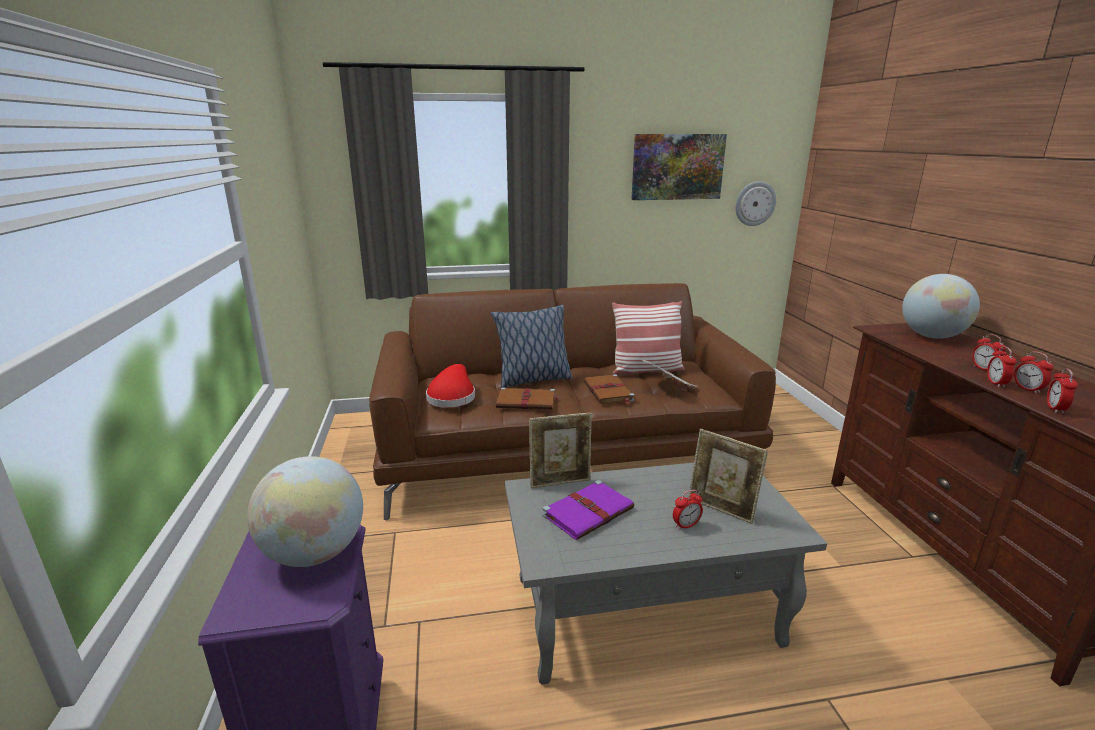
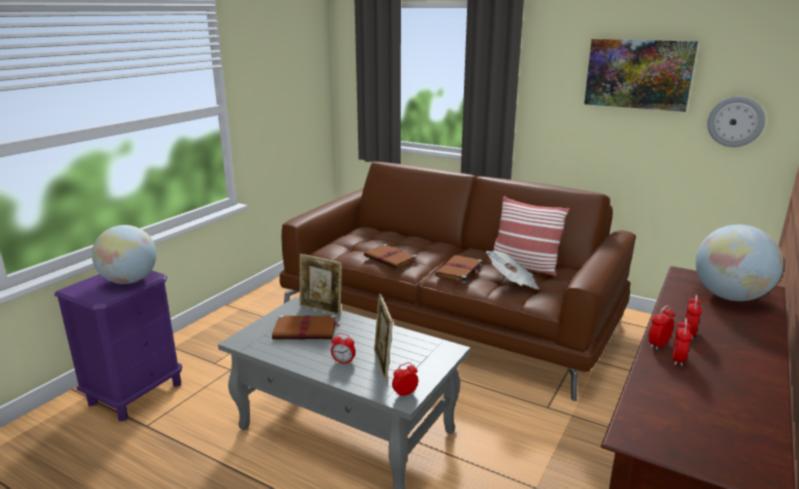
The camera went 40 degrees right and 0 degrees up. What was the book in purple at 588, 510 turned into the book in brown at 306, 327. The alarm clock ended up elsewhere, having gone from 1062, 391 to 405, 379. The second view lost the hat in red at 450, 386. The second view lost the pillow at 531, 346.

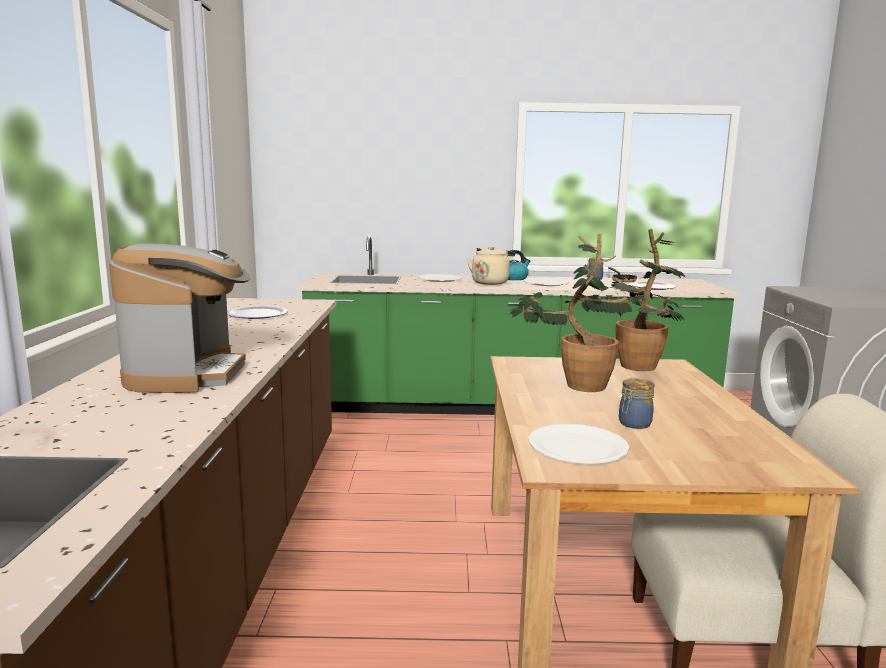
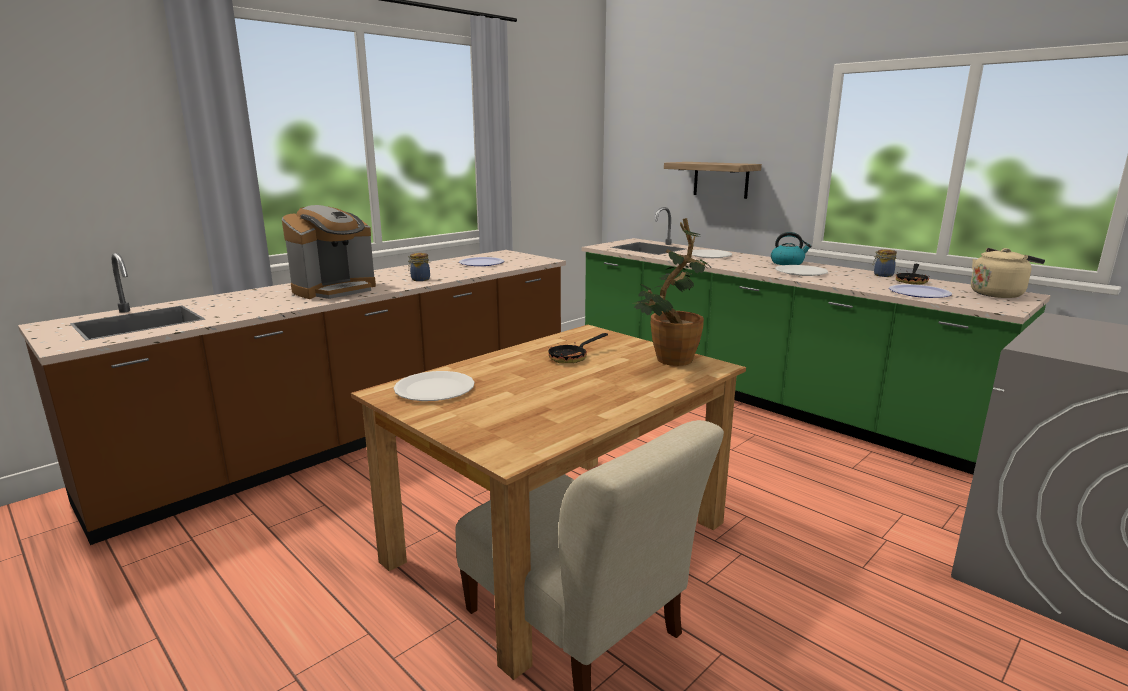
The camera went 45 degrees right and 5 degrees up. The jar ended up elsewhere, having gone from 636, 403 to 419, 267. Where the potted plant stood at 576, 313, the frying pan came to stand at 578, 348. The second view gained the shelf at 713, 180. The kettle in beige ended up elsewhere, having gone from 491, 266 to 1008, 273.

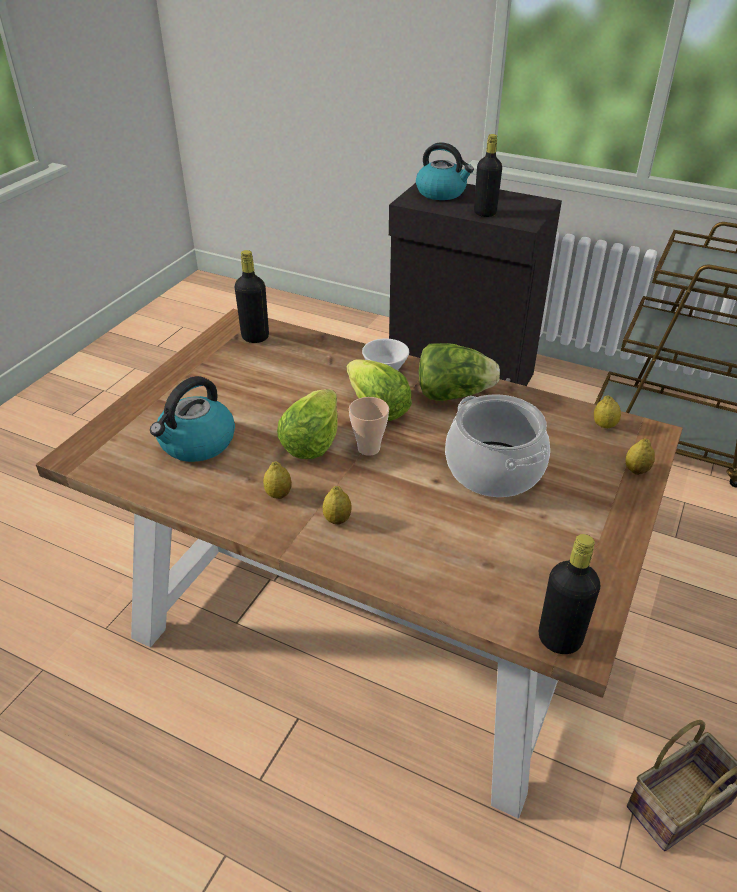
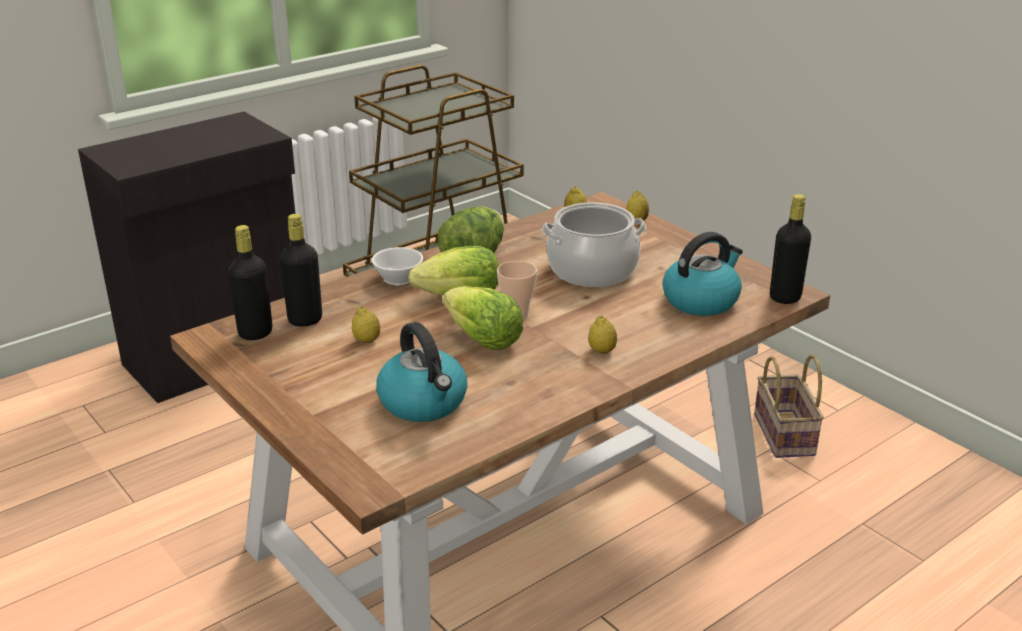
The camera went 65 degrees left and 10 degrees down. The bottle in black ended up elsewhere, having gone from 488, 175 to 301, 270. The lemon ended up elsewhere, having gone from 277, 480 to 366, 324. The kettle ended up elsewhere, having gone from 445, 171 to 702, 274.

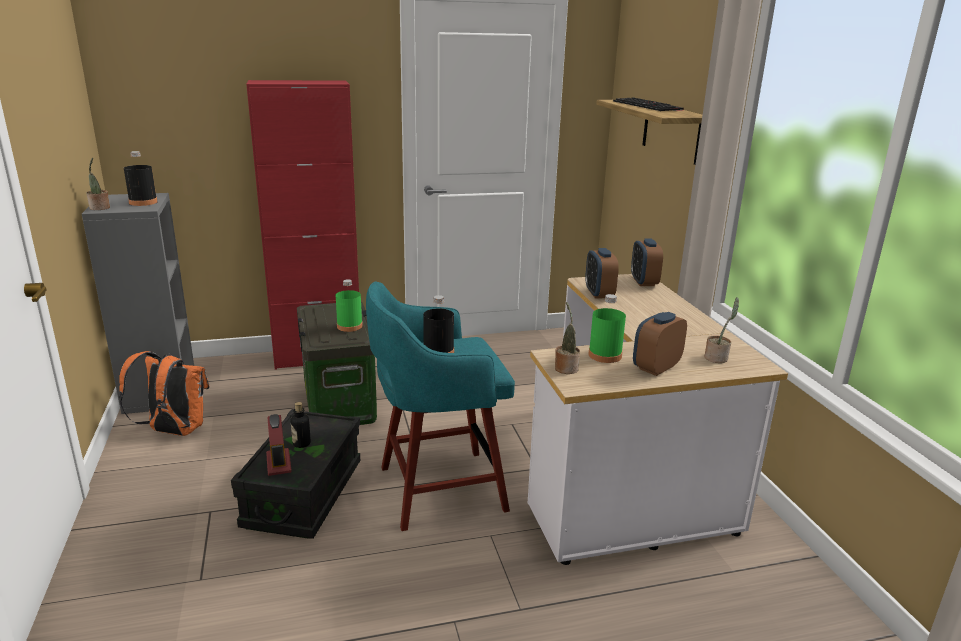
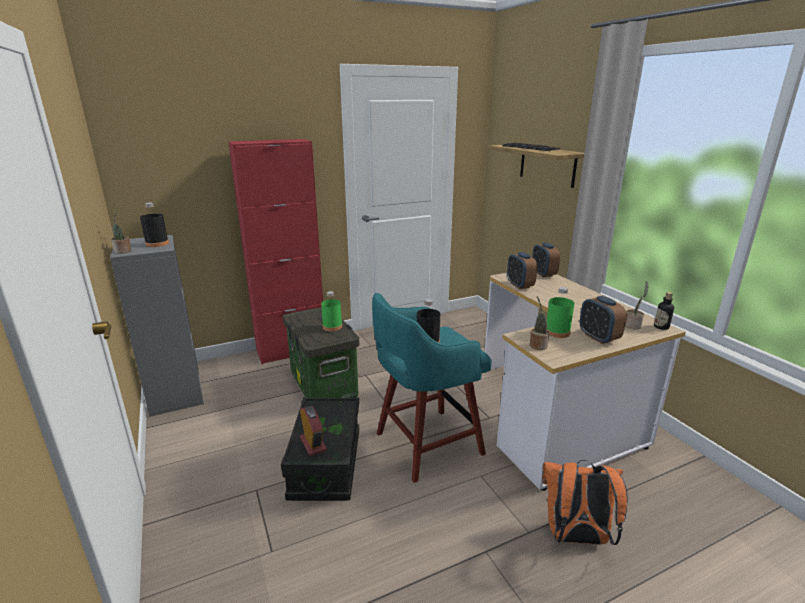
The camera went 10 degrees left and 0 degrees up. The backpack in orange ended up elsewhere, having gone from 164, 393 to 585, 502. The alarm clock at 660, 344 ended up facing another way, 60 degrees counterclockwise from before. The bottle ended up elsewhere, having gone from 301, 425 to 664, 311.

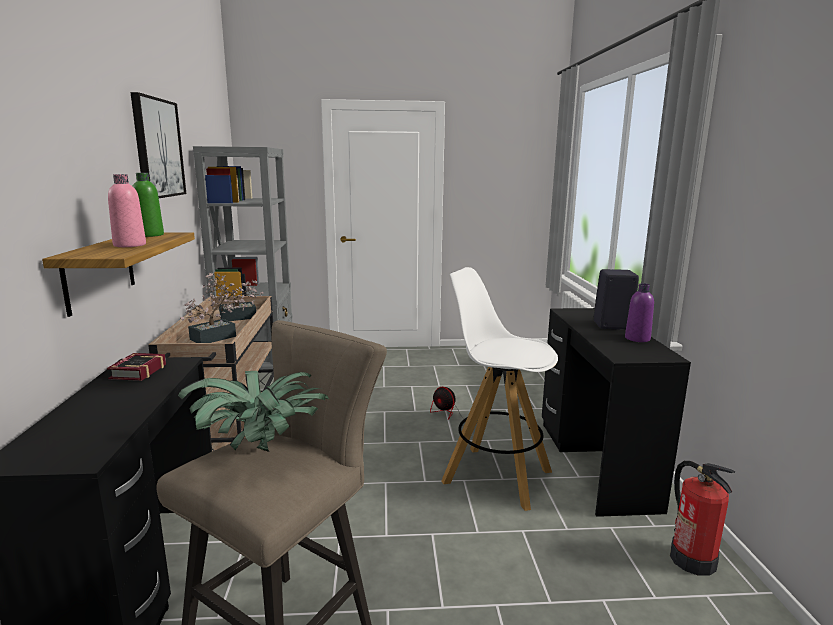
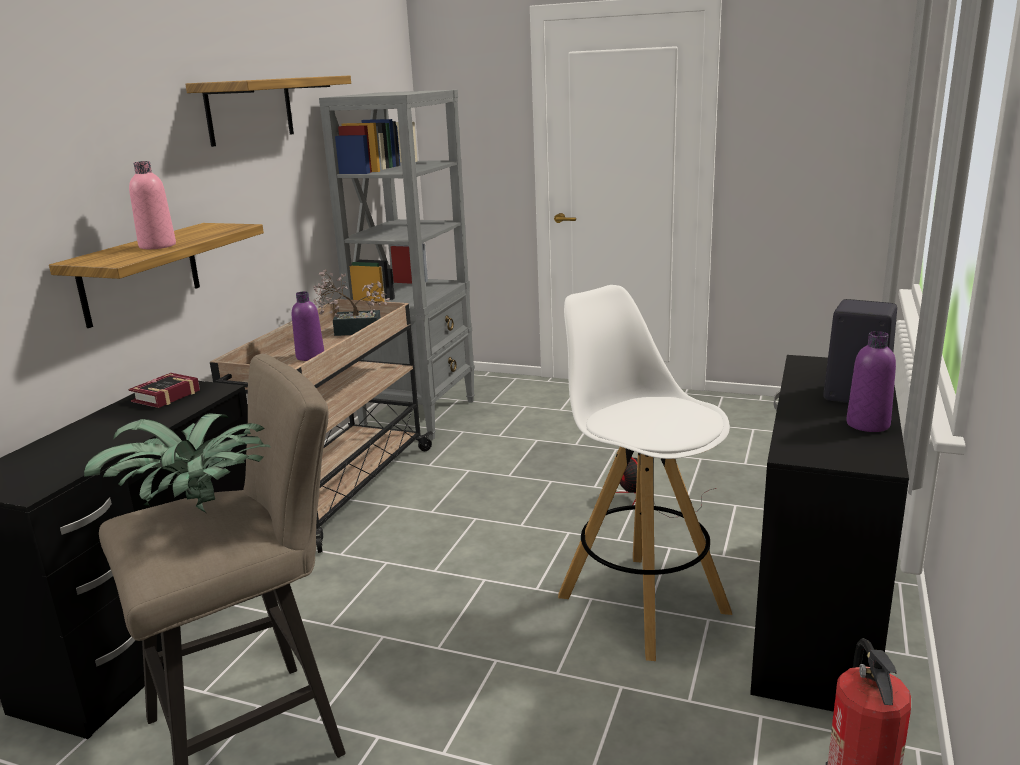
The camera went 25 degrees right and 5 degrees up. Where the picture hung at 158, 145, the shelf came to hang at 268, 111. Where the potted plant stood at 212, 313, the bottle in purple came to stand at 308, 326. The second view lost the bottle in green at 148, 205.

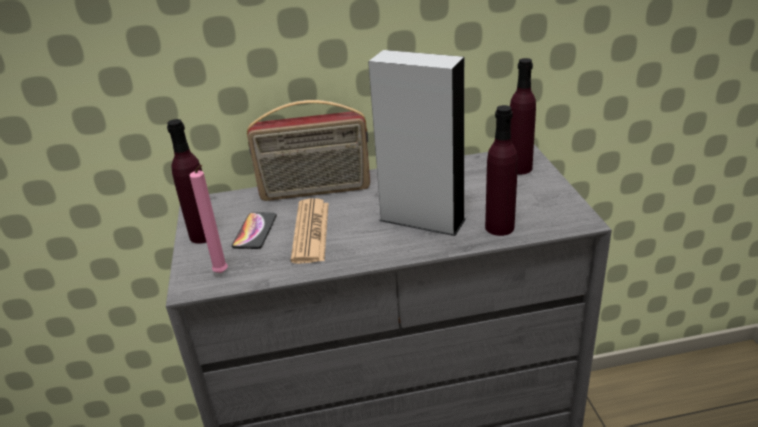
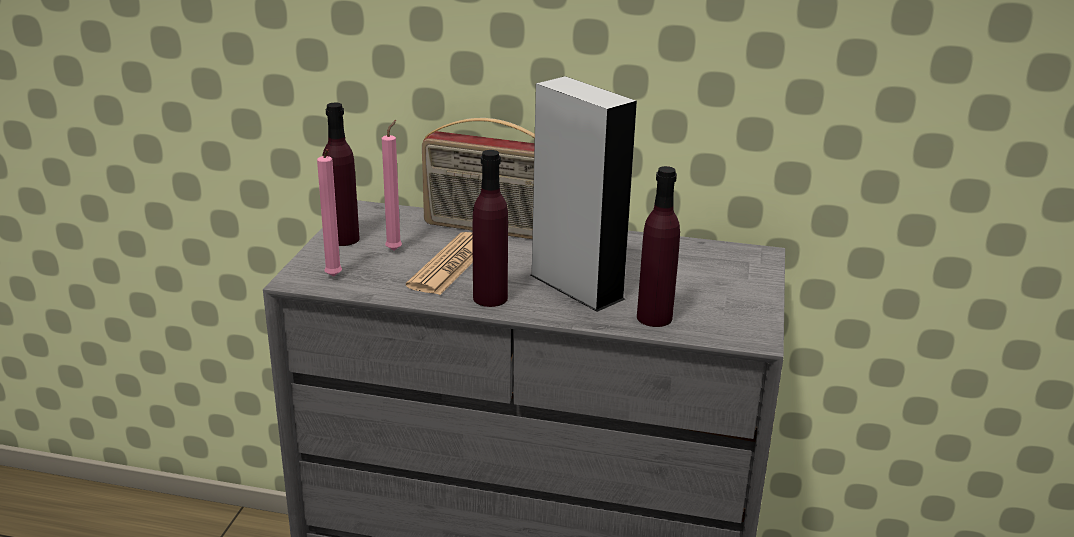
The camera went 20 degrees right and 5 degrees down. Where the phone stood at 254, 231, the candle in pink came to stand at 392, 185. The bottle in purple ended up elsewhere, having gone from 523, 116 to 490, 228.

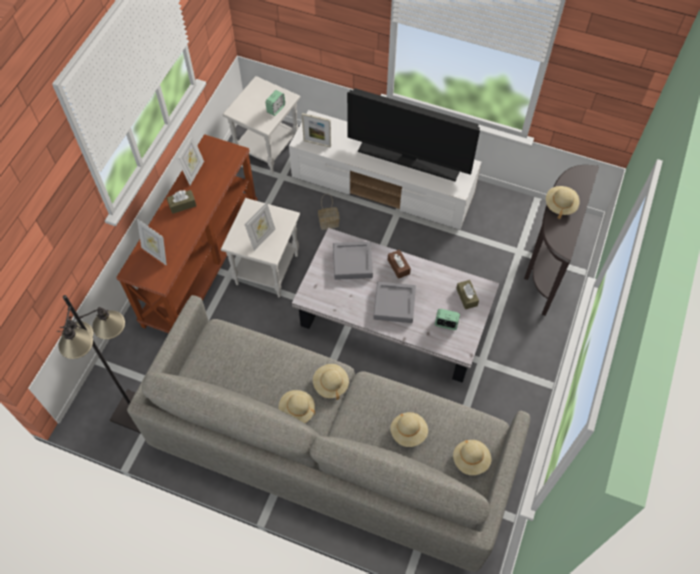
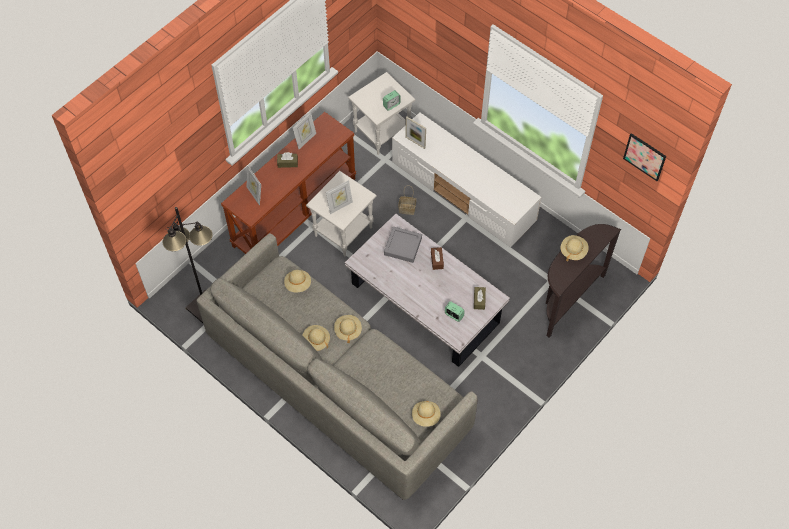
The camera went 20 degrees right and 0 degrees up. The hat in beige ended up elsewhere, having gone from 409, 429 to 297, 281. The second view gained the picture at 644, 157. The second view lost the television at 413, 135. The second view lost the tray in grey at 394, 302.

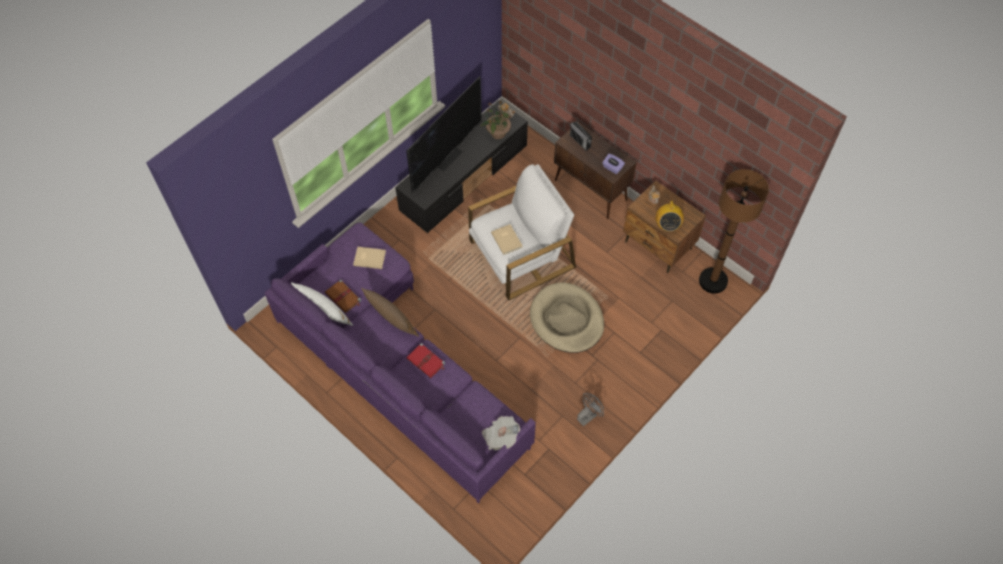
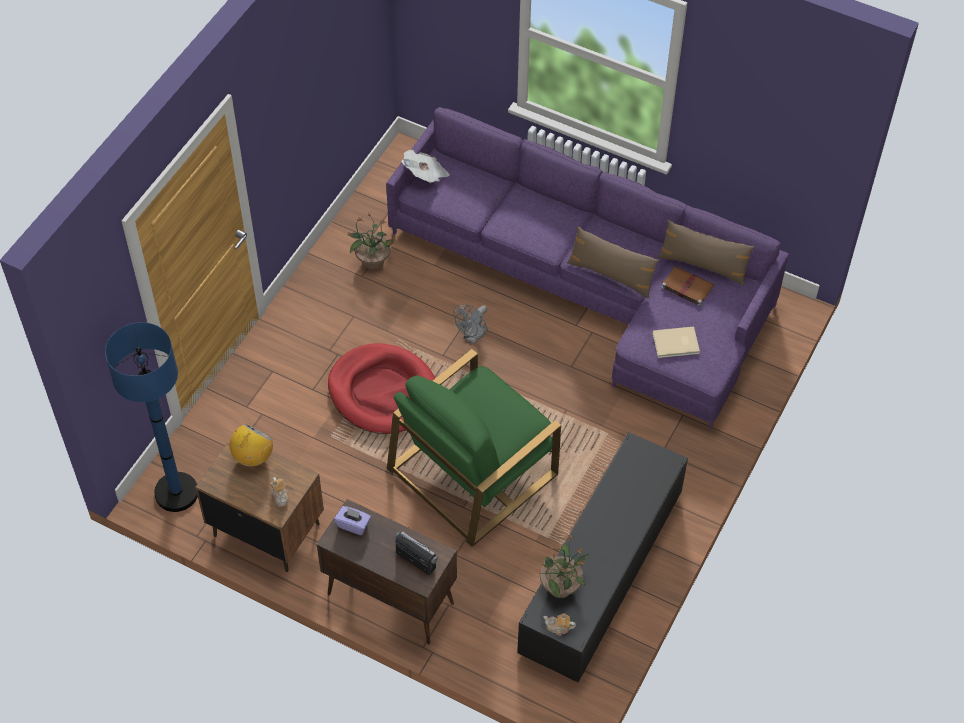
The camera went 165 degrees right and 5 degrees down. What was the floor lamp in brown at 734, 231 turned into the floor lamp in blue at 151, 417. The radio at 670, 216 ended up facing another way, 45 degrees clockwise from before. What was the dog bed in beige at 567, 317 turned into the dog bed in red at 381, 388. The second view gained the potted plant at 370, 241. What was the armchair in white at 522, 232 turned into the armchair in green at 474, 448. The fan in grey ended up elsewhere, having gone from 590, 409 to 471, 324. What was the pillow in white at 322, 304 turned into the pillow in brown at 706, 252. The second view lost the television at 444, 134. The second view lost the book in red at 426, 360. The second view lost the book in beige at 507, 239.

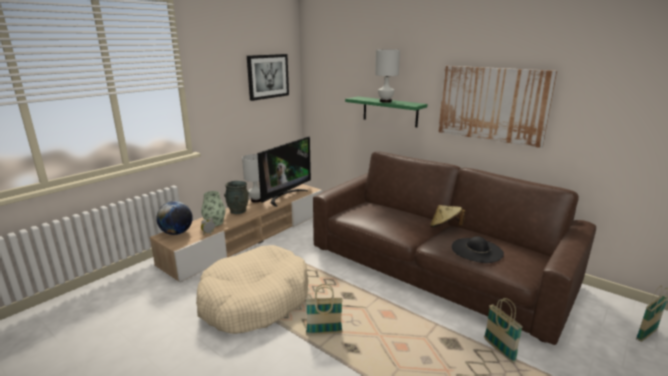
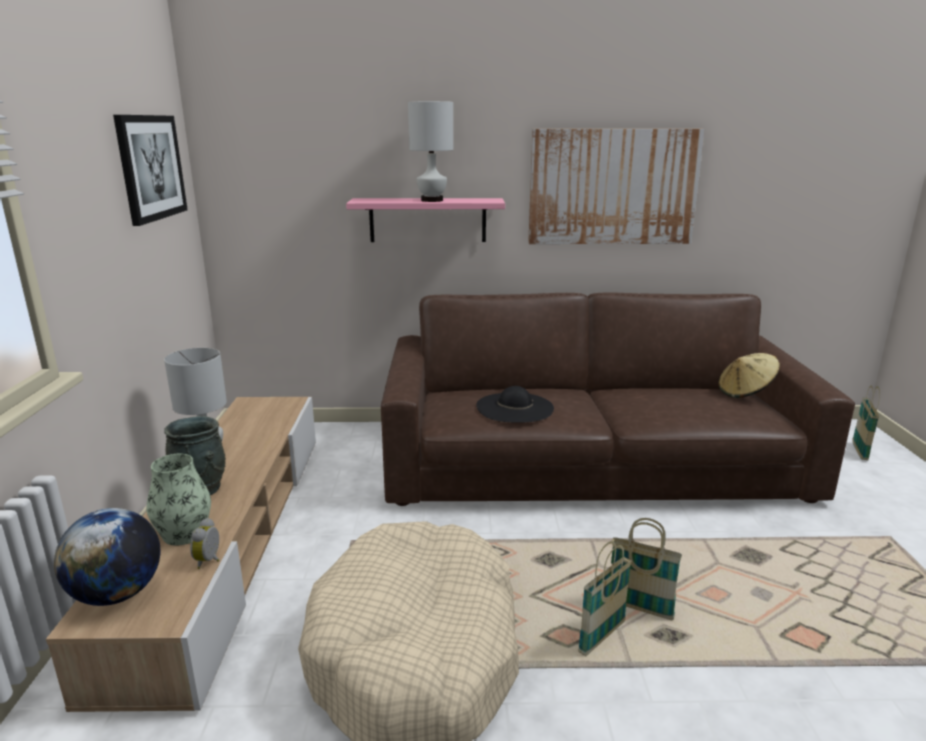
The camera went 40 degrees left and 0 degrees up. What was the shelf in green at 386, 111 turned into the shelf in pink at 425, 220. The hat in black ended up elsewhere, having gone from 478, 249 to 515, 404. The basket ended up elsewhere, having gone from 503, 330 to 646, 569. The hat in beige ended up elsewhere, having gone from 447, 216 to 749, 375. The second view lost the television at 284, 172.

